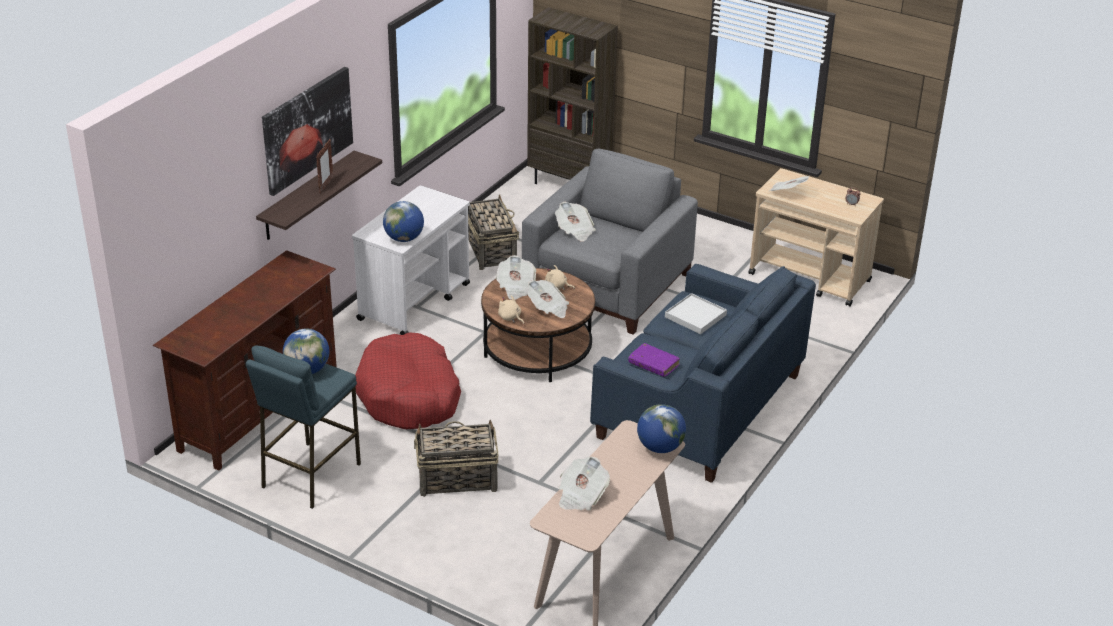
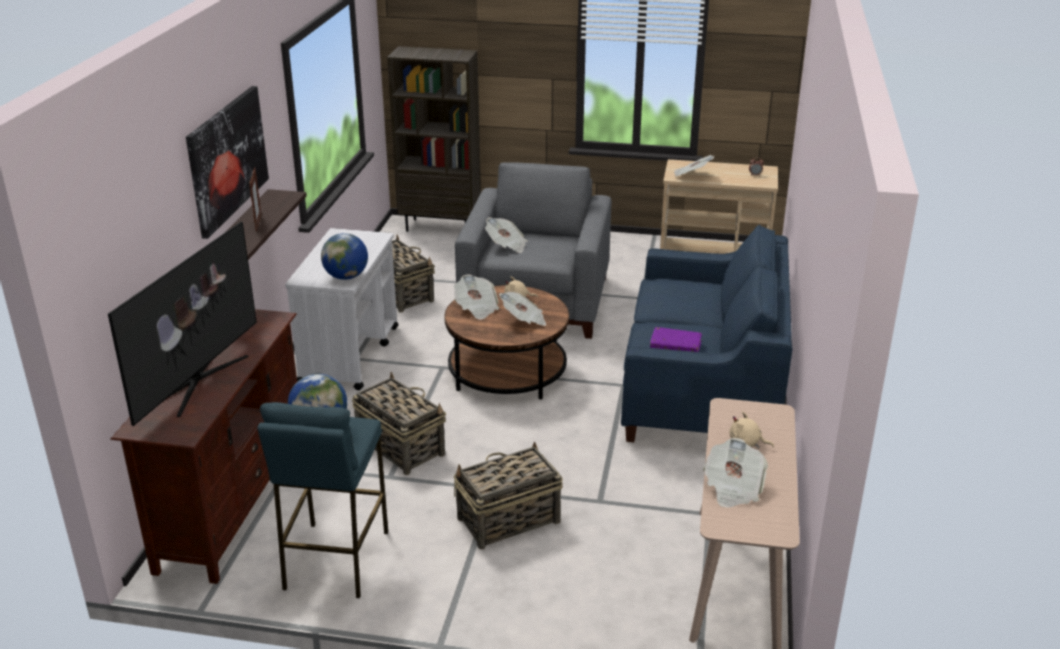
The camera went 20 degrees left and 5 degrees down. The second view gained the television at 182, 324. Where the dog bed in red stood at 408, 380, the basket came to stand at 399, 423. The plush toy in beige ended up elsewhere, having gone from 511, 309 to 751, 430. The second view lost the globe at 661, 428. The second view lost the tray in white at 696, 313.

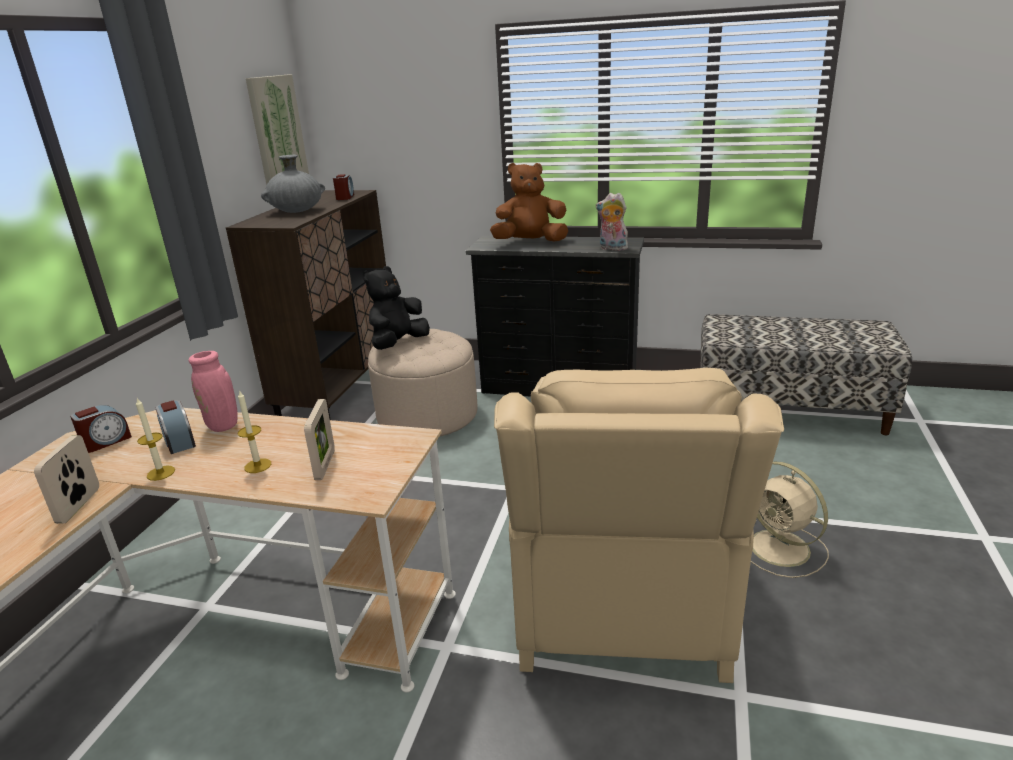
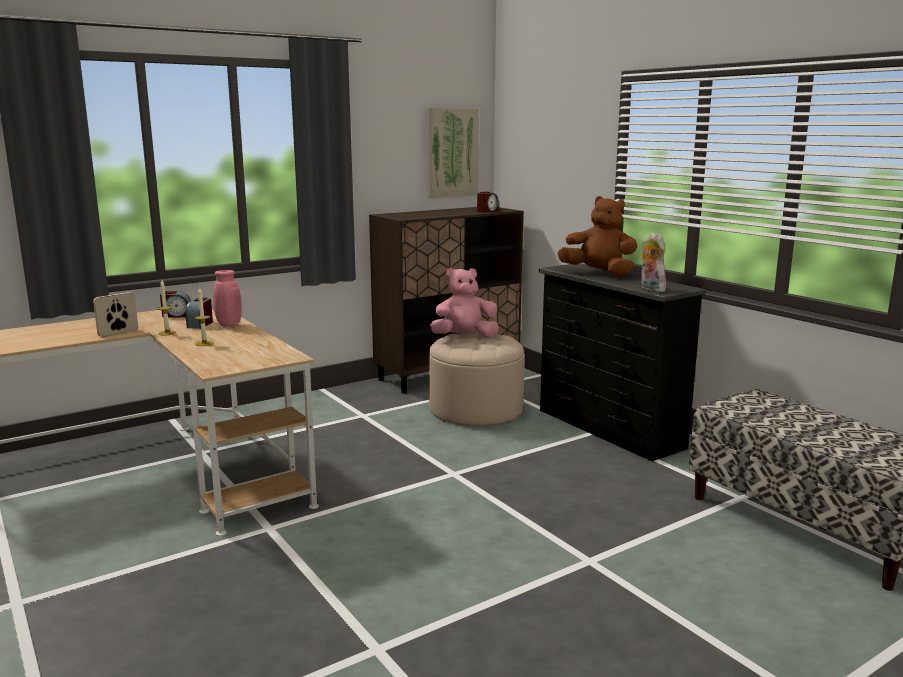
The camera went 40 degrees right and 10 degrees down. What was the plush toy in black at 396, 308 turned into the plush toy in pink at 464, 302. The second view lost the vase in grey at 293, 184. The second view lost the picture frame at 319, 439. The second view lost the armchair in beige at 639, 525. The second view lost the fan in beige at 790, 519.

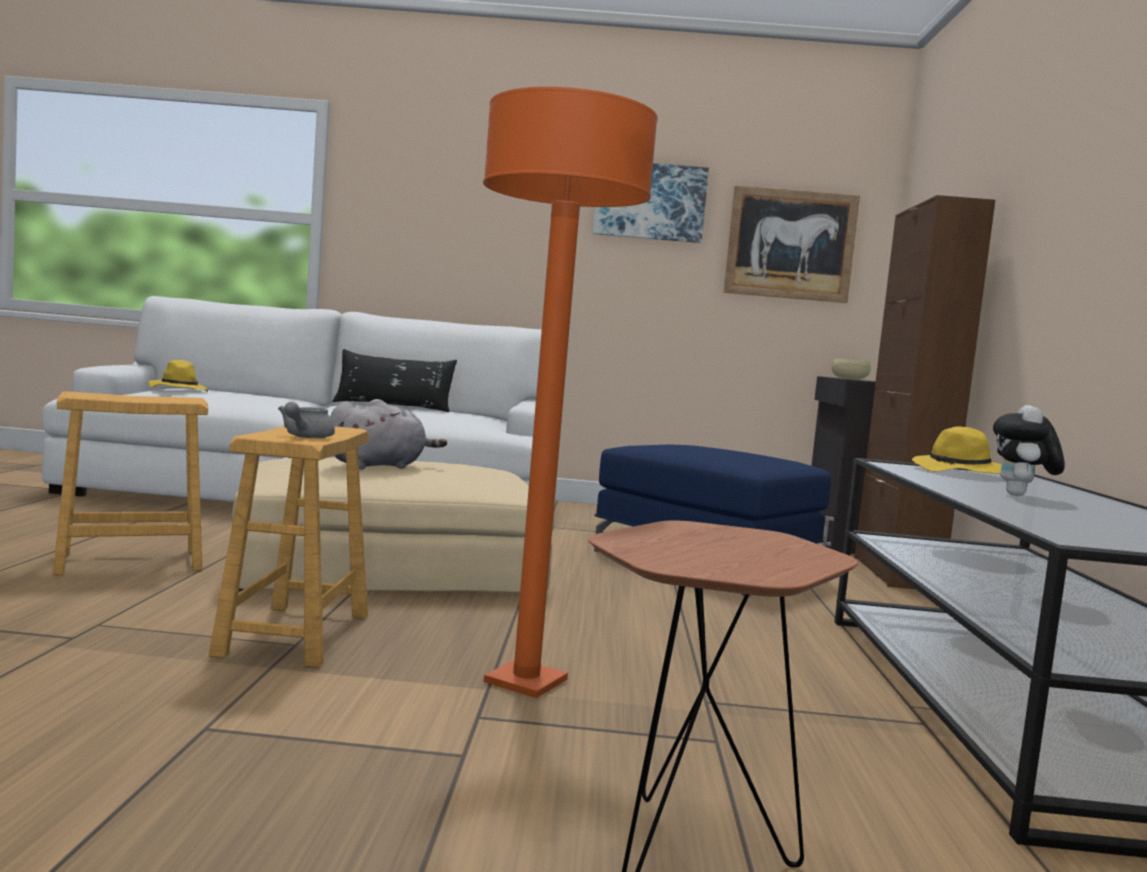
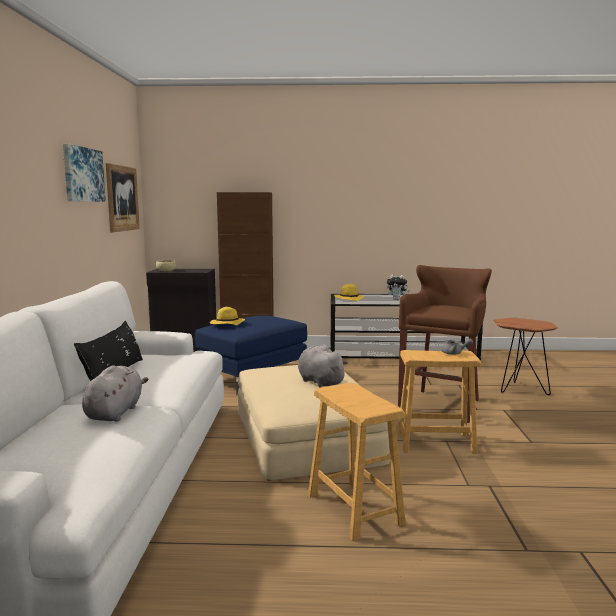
The camera went 90 degrees left and 5 degrees up. The second view gained the plush toy in grey at 115, 393. The hat in yellow ended up elsewhere, having gone from 178, 376 to 227, 316. Where the floor lamp in orange stood at 570, 392, the stool in brown came to stand at 445, 344.

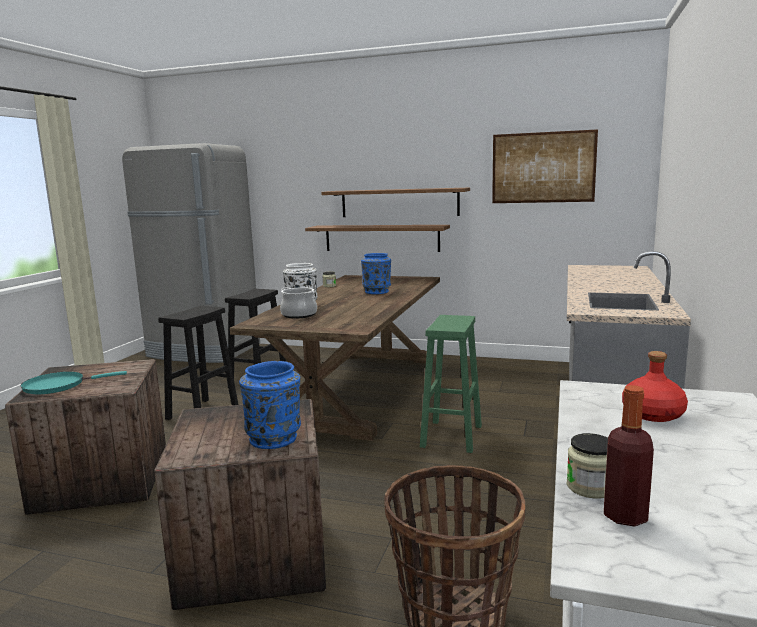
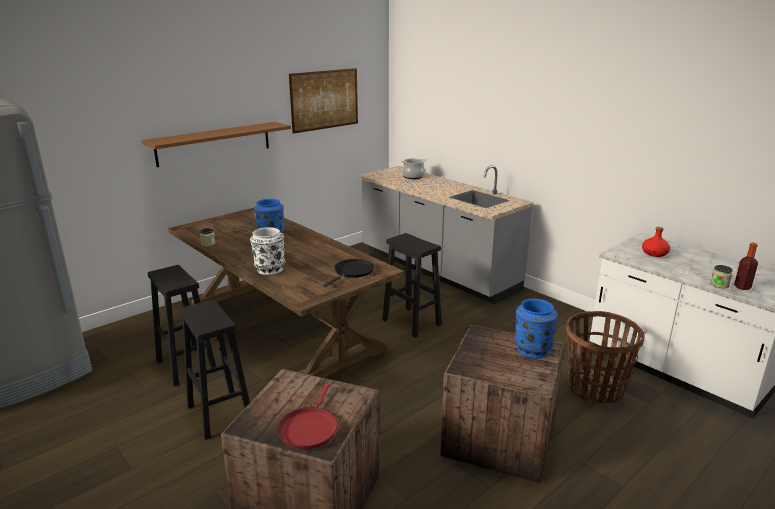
The camera went 60 degrees left and 10 degrees up. What was the frying pan in turquoise at 74, 382 turned into the frying pan in red at 308, 416. The second view gained the frying pan in black at 348, 273. What was the stool in green at 451, 384 turned into the stool in black at 412, 285. The cooking pot ended up elsewhere, having gone from 298, 303 to 414, 168. The second view lost the shelf in brown at 377, 238.

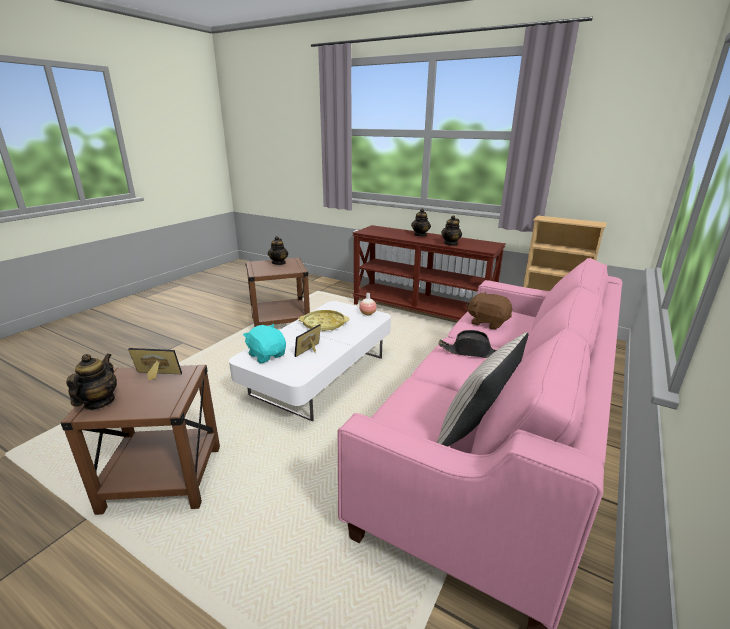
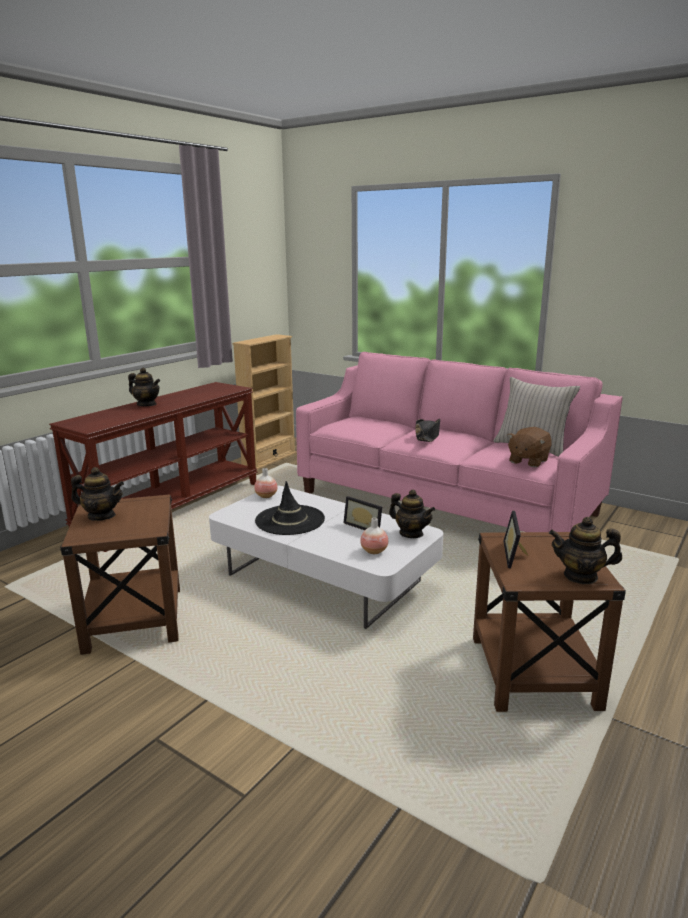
The camera went 85 degrees left and 5 degrees down. Where the tray in yellow stood at 324, 320, the hat in black came to stand at 290, 508. Where the plush toy in turquoise stood at 264, 344, the vase came to stand at 374, 536. The teapot ended up elsewhere, having gone from 451, 230 to 412, 514. The plush toy in brown ended up elsewhere, having gone from 489, 311 to 529, 447.

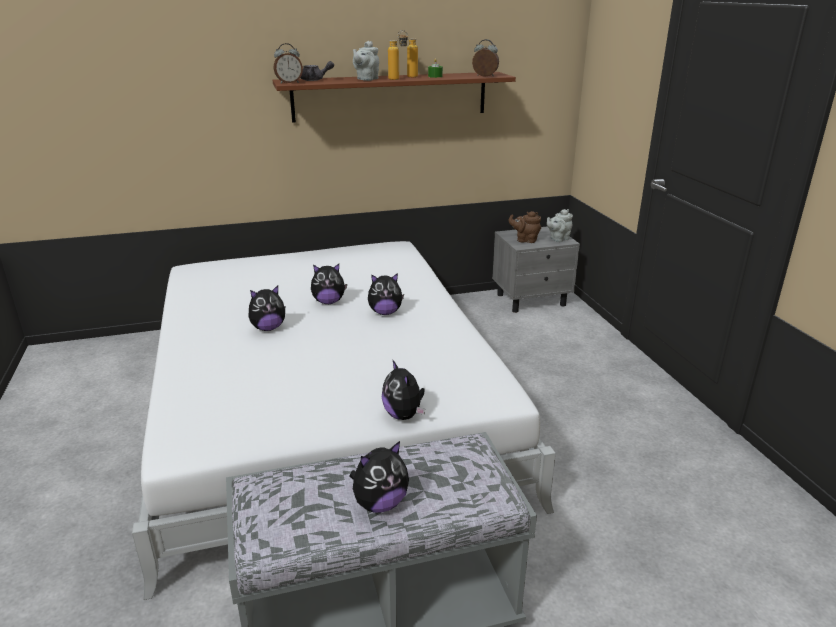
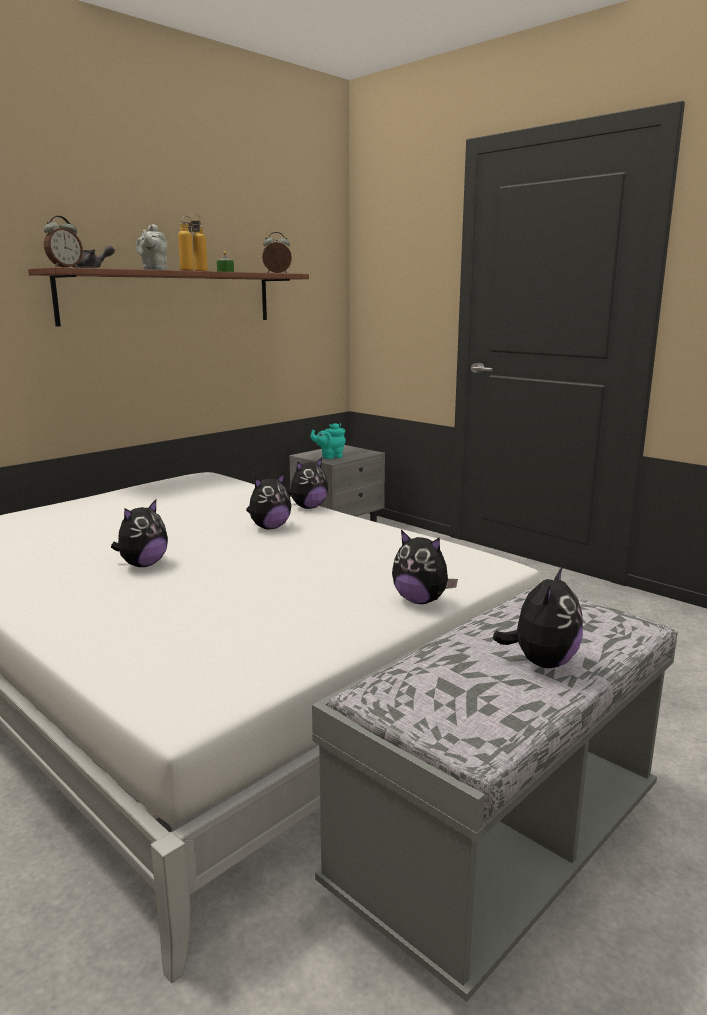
The camera went 30 degrees left and 10 degrees down. The plush toy ended up elsewhere, having gone from 329, 284 to 307, 483. What was the teapot in brown at 525, 227 turned into the teapot in turquoise at 328, 441. The second view lost the teapot in grey at 560, 225.

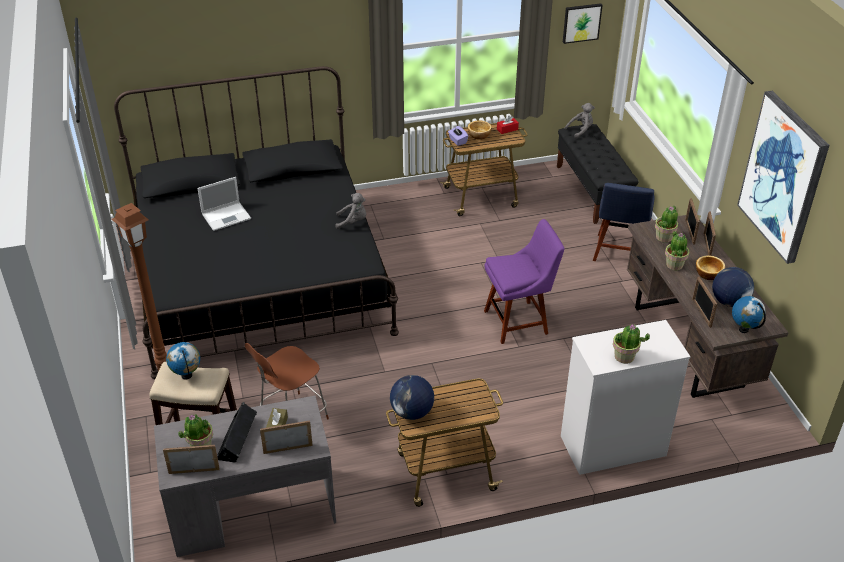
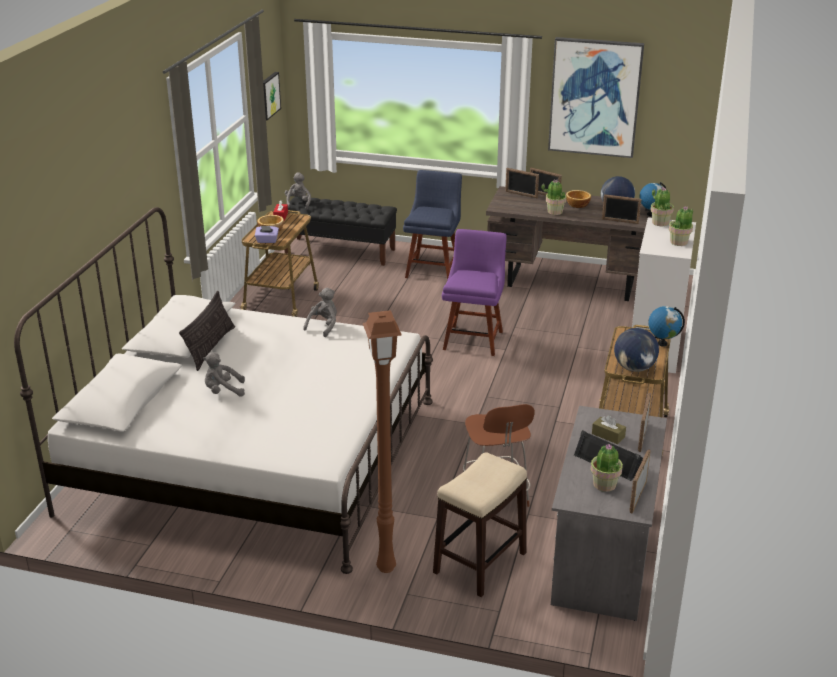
The camera went 60 degrees left and 10 degrees down. What was the bed in black at 256, 222 turned into the bed in white at 223, 390. The second view gained the pillow at 207, 331. Where the laptop stood at 224, 204, the plush toy in grey came to stand at 224, 374. The chair in blue at 624, 222 ended up facing another way, 120 degrees counterclockwise from before. The globe ended up elsewhere, having gone from 183, 361 to 666, 326. The potted plant ended up elsewhere, having gone from 666, 224 to 662, 206.

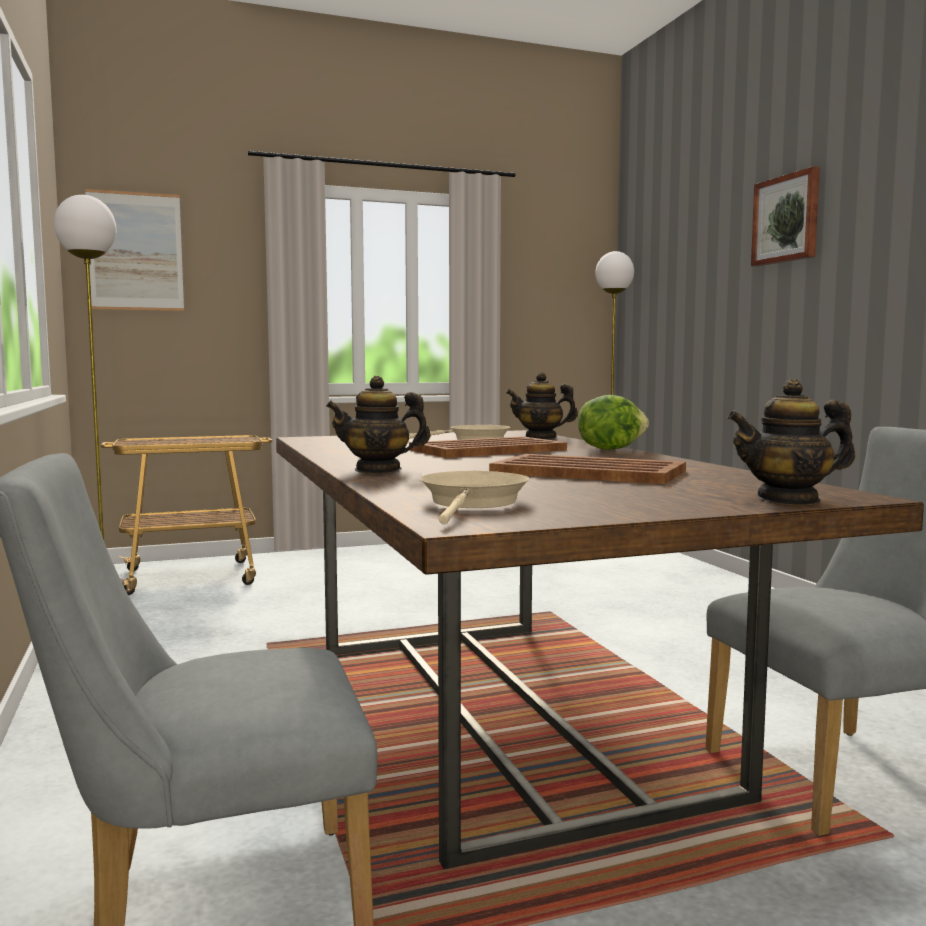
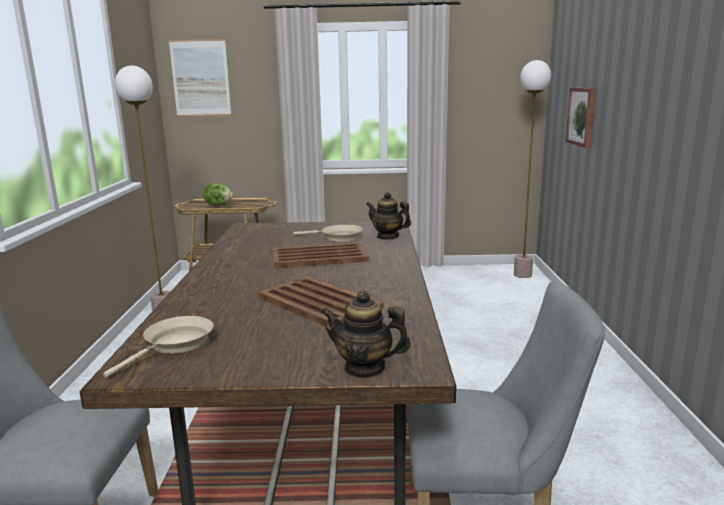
The camera went 20 degrees right and 10 degrees up. The lettuce ended up elsewhere, having gone from 613, 422 to 218, 194. The picture ended up elsewhere, having gone from 785, 216 to 580, 117. The second view lost the teapot at 378, 424.

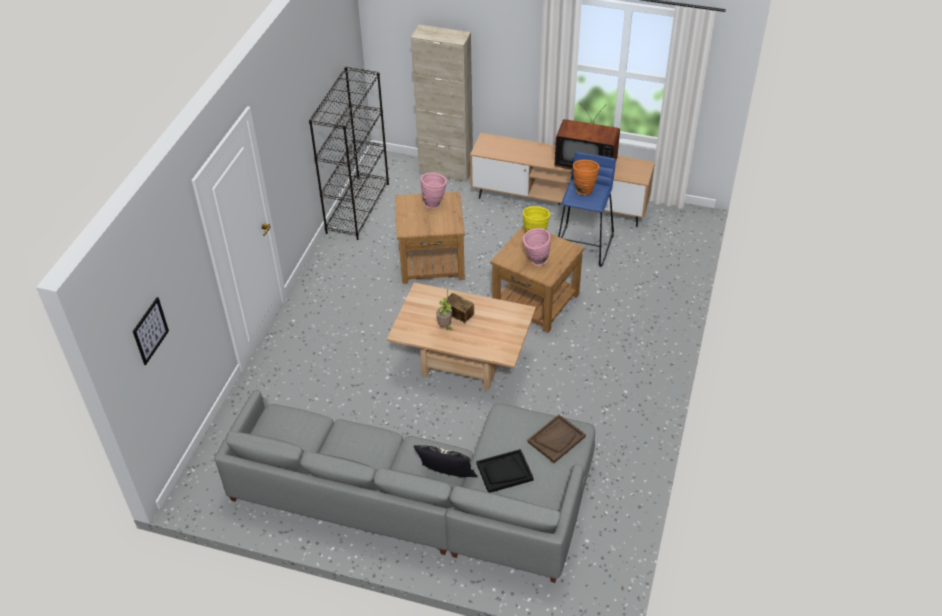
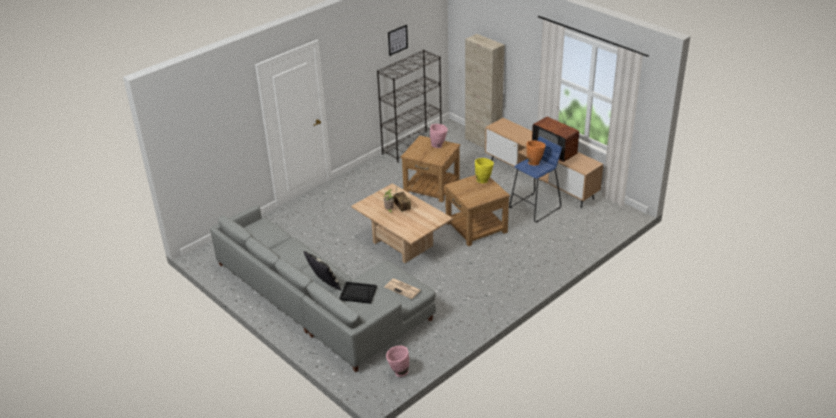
The camera went 30 degrees right and 10 degrees down. Where the tray in brown stood at 556, 438, the newspaper came to stand at 403, 288. The vase in pink ended up elsewhere, having gone from 537, 247 to 397, 361. The picture ended up elsewhere, having gone from 151, 331 to 398, 40.

